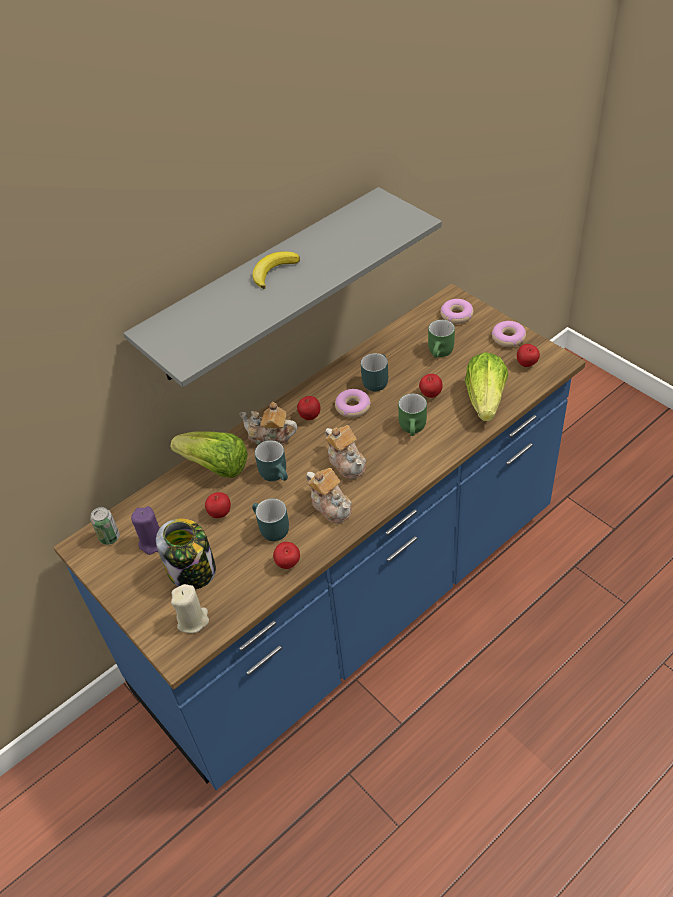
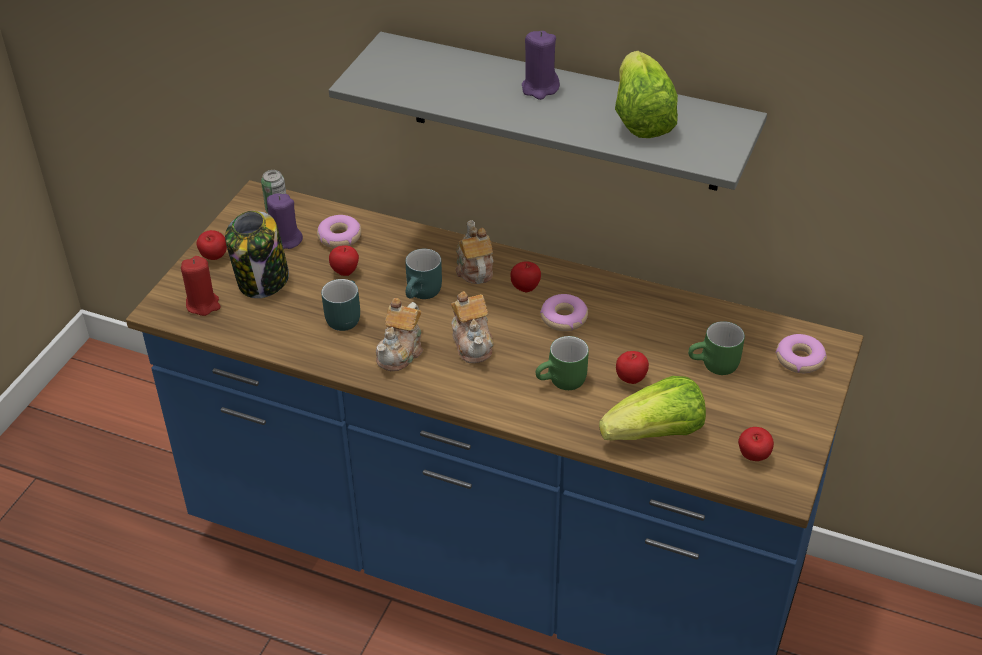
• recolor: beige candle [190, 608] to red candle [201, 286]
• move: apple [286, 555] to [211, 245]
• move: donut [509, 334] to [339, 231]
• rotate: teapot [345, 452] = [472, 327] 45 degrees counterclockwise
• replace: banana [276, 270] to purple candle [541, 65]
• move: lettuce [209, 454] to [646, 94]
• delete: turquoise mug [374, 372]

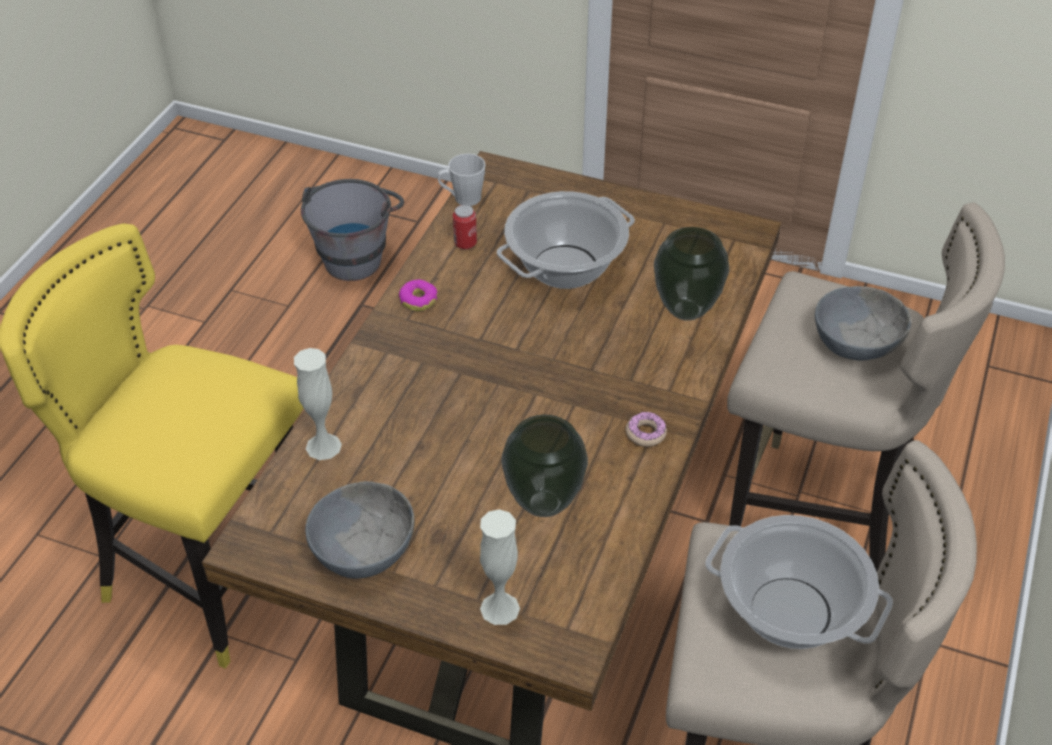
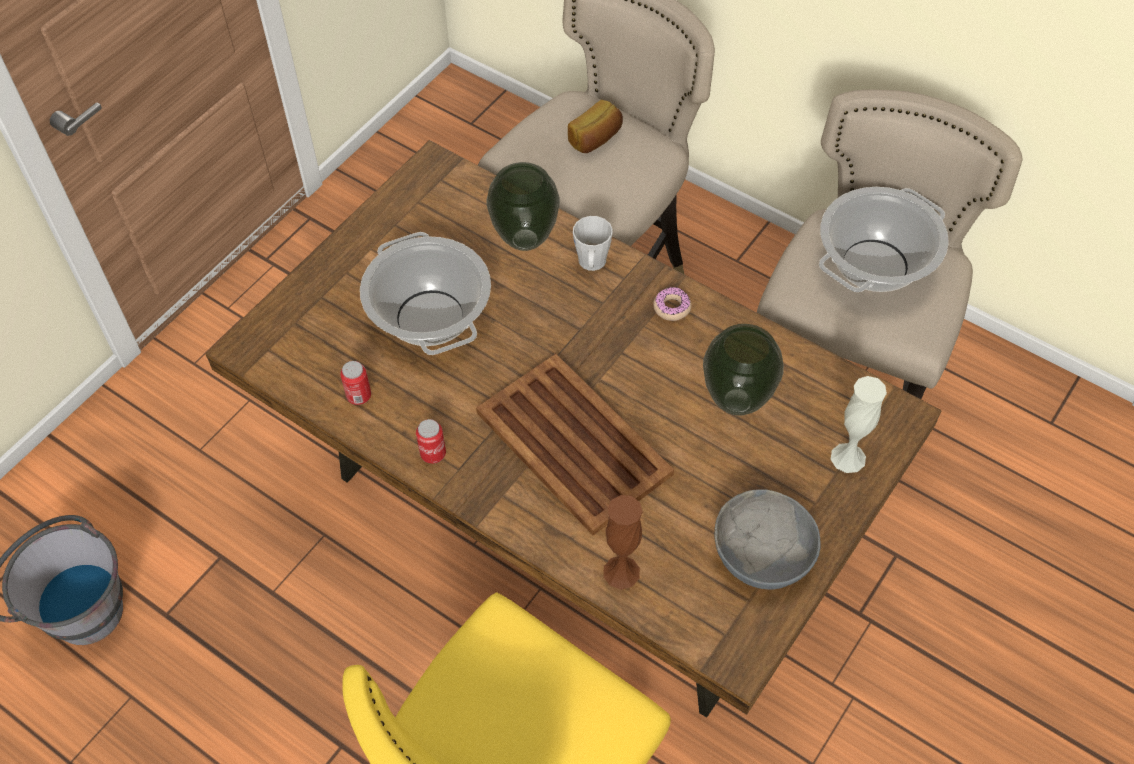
• replace: donut [418, 295] to can [431, 441]
• insert: brown tray [575, 444]
• replace: grey bowl [863, 323] to bread [595, 126]
• move: grey mug [462, 180] to [593, 243]
• recolor: white vase [318, 404] to brown vase [622, 542]

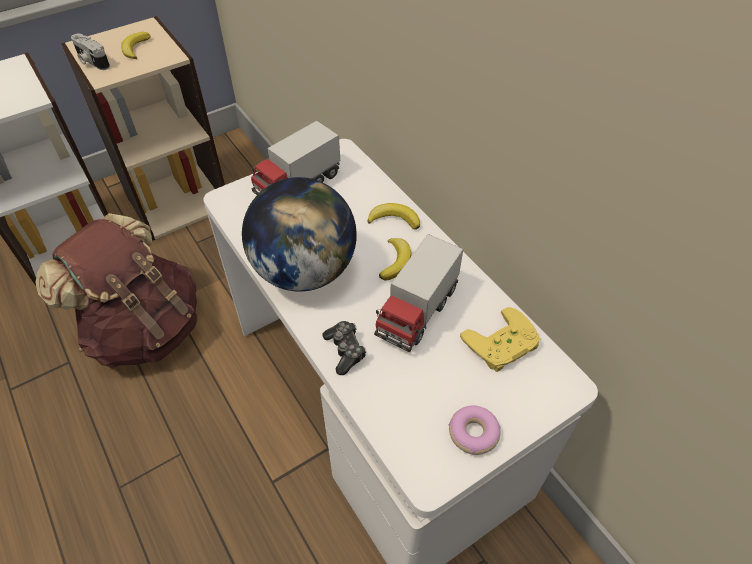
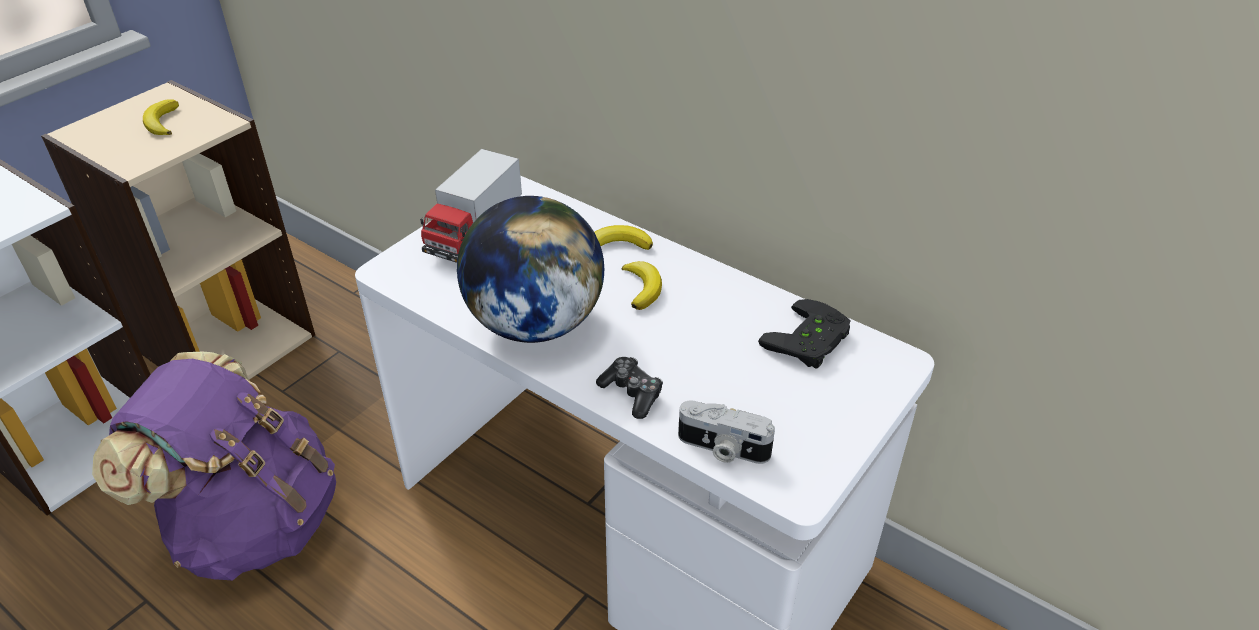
• recolor: brown backpack [116, 291] to purple backpack [214, 466]
• move: photo camera [90, 52] to [726, 432]
• recolor: yellow game controller [500, 339] to black game controller [804, 334]
• delete: toy truck [418, 293]
• delete: donut [474, 430]

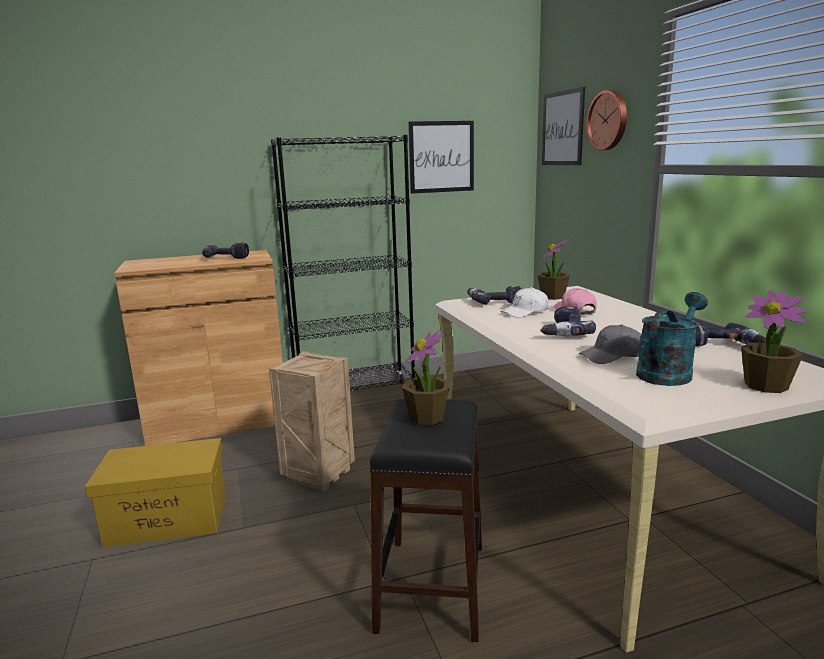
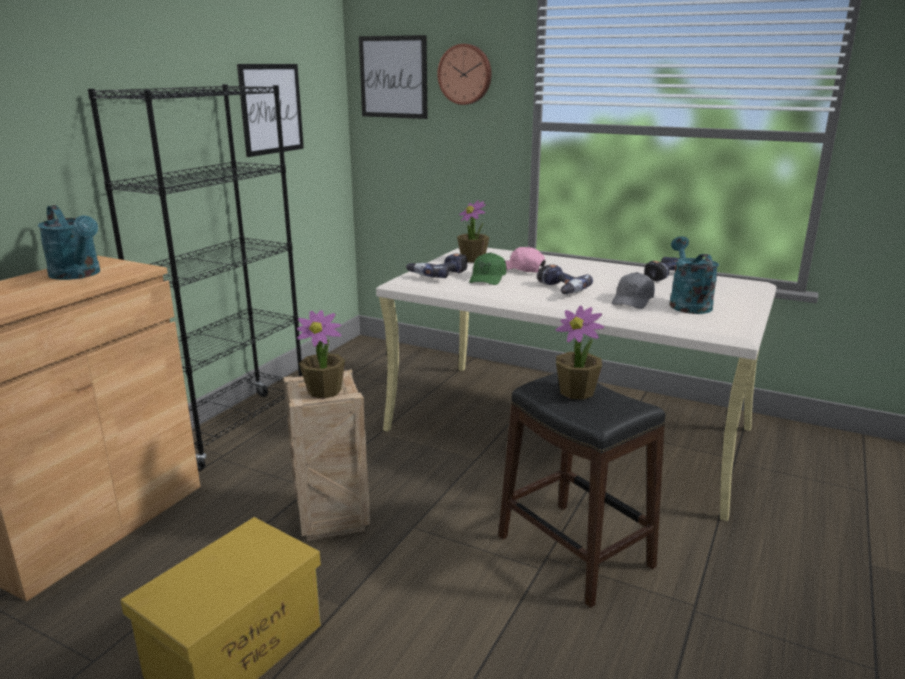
• replace: power drill [225, 250] to turquoise watering can [69, 242]
• move: potted plant [774, 341] to [321, 354]
• recolor: white cap [525, 302] to green cap [487, 268]

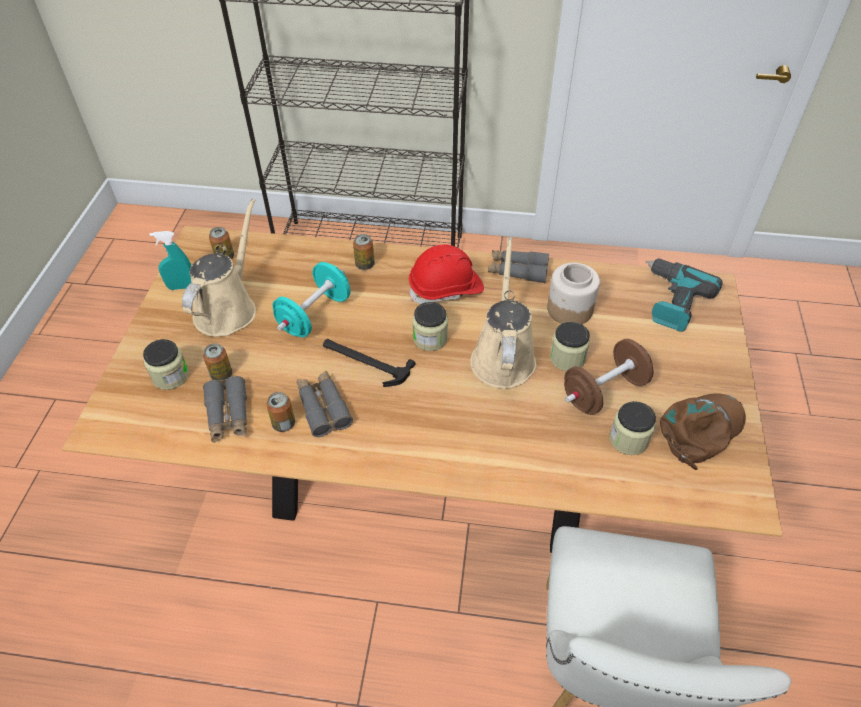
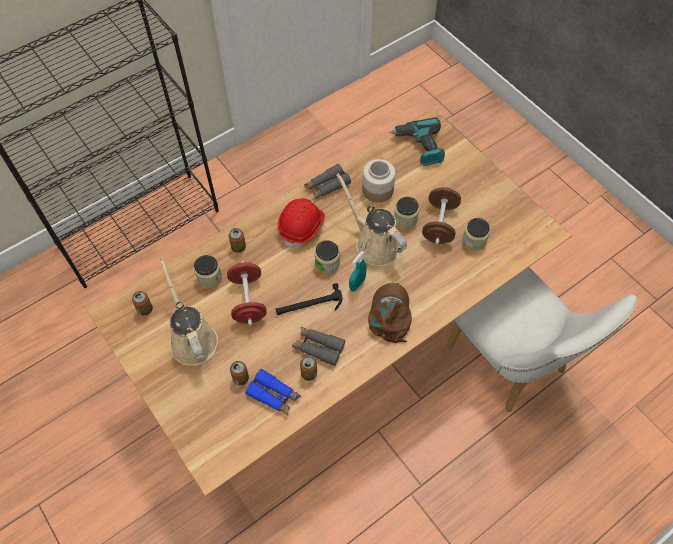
• move: jar [166, 364] to [208, 271]
• recolor: turquoise dumbbell [311, 299] to red dumbbell [247, 293]
• recolor: grey binoculars [225, 409] to blue binoculars [273, 392]
• move: turquoise spray bottle [170, 260] to [358, 271]
• move: brown cap [703, 432] to [390, 313]

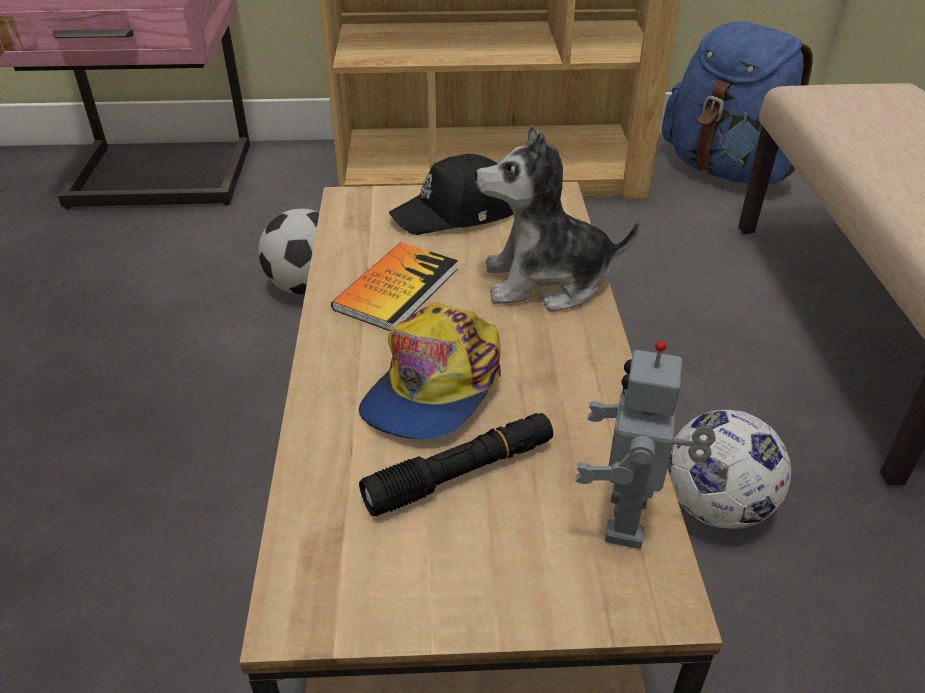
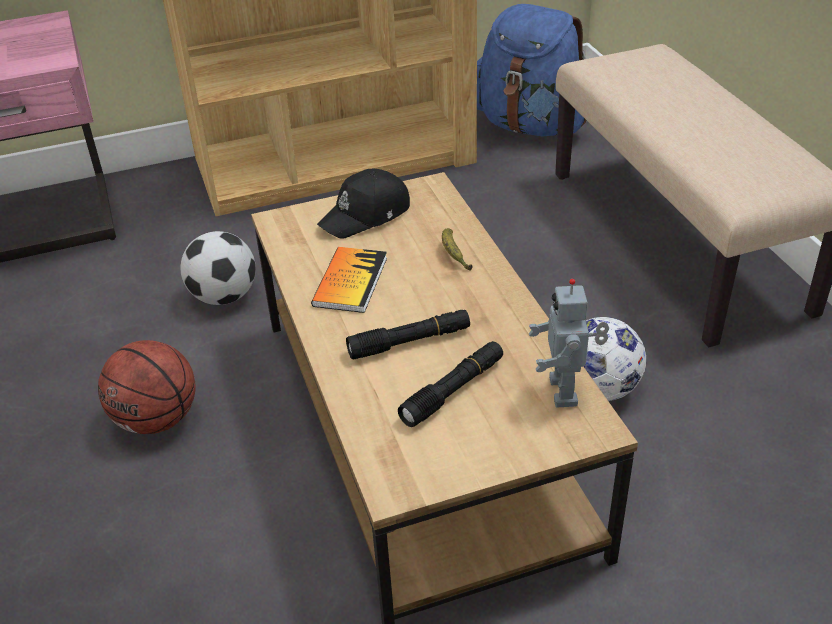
• insert: basketball [147, 387]
• replace: cap [430, 370] to black flashlight [408, 334]
• replace: plush toy [557, 218] to banana [457, 249]

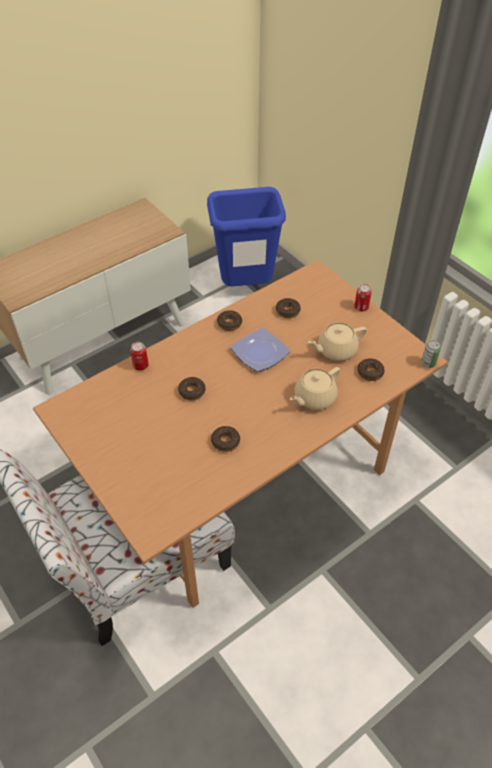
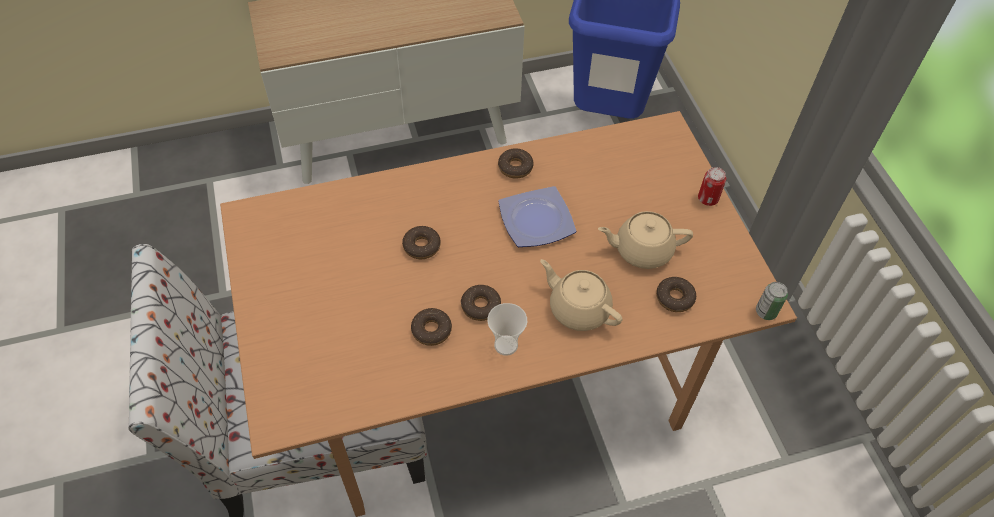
• move: donut [288, 308] to [481, 303]
• insert: cup [507, 329]
• rotate: beige teapot [315, 388] = [581, 295] 60 degrees clockwise
• delete: can [139, 356]

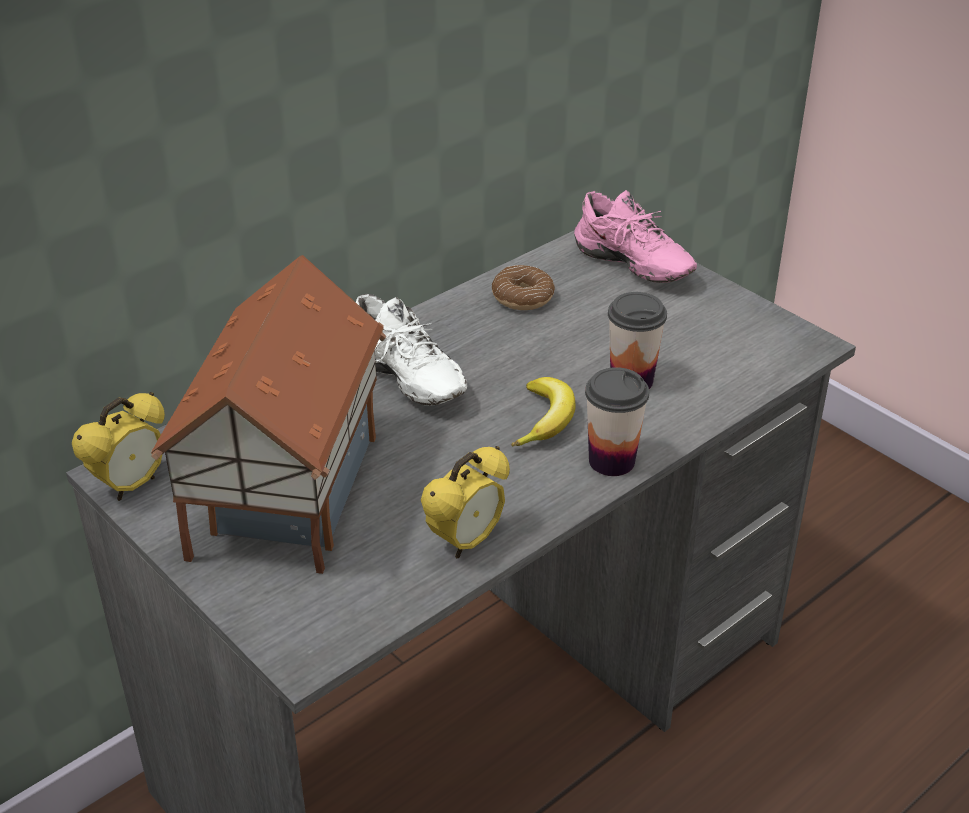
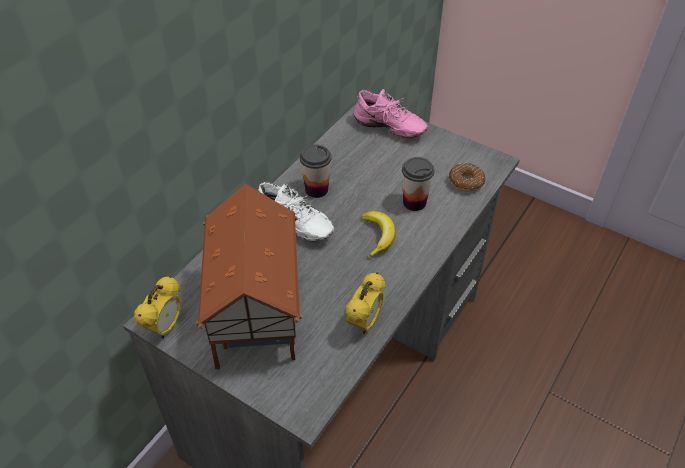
• move: cup [617, 421] to [316, 171]
• move: donut [523, 287] to [467, 177]

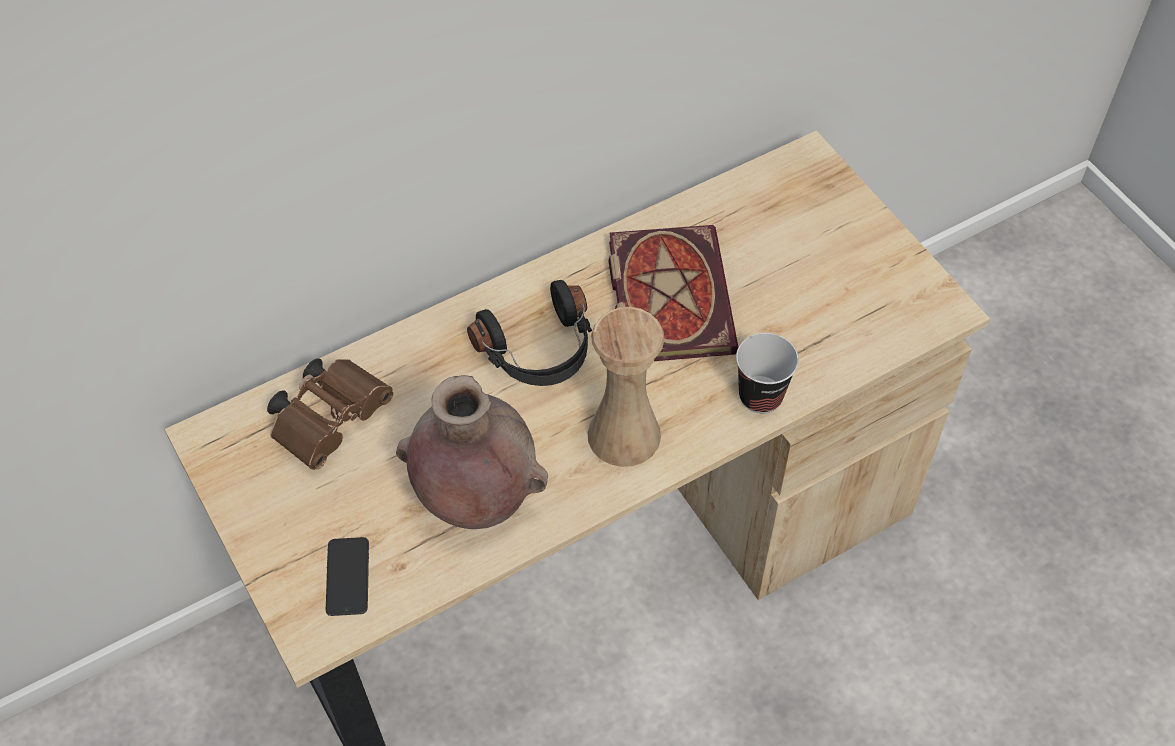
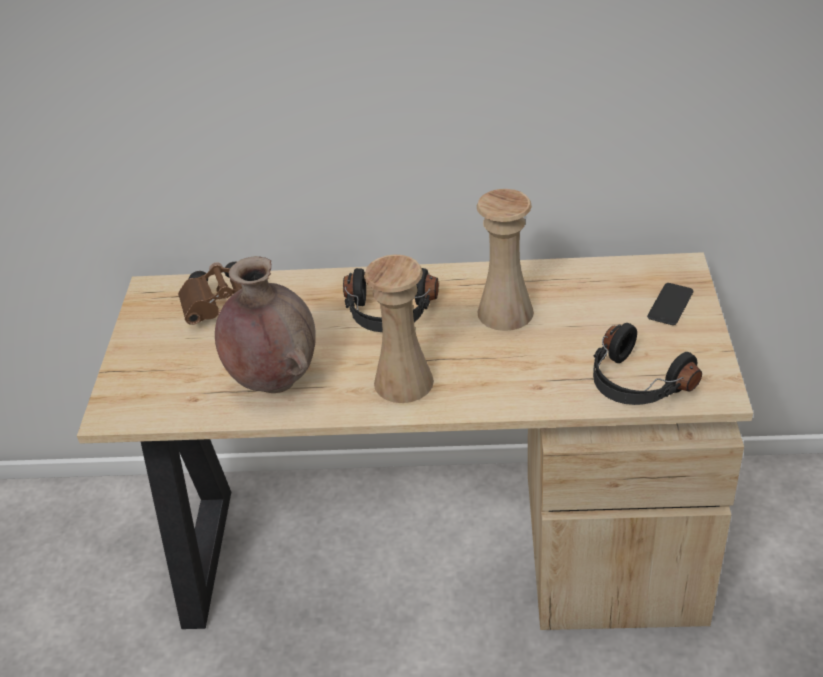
• replace: book [673, 293] to beige vase [505, 260]
• insert: black headphones [647, 364]
• move: phone [347, 576] to [670, 304]
• delete: cup [767, 373]

